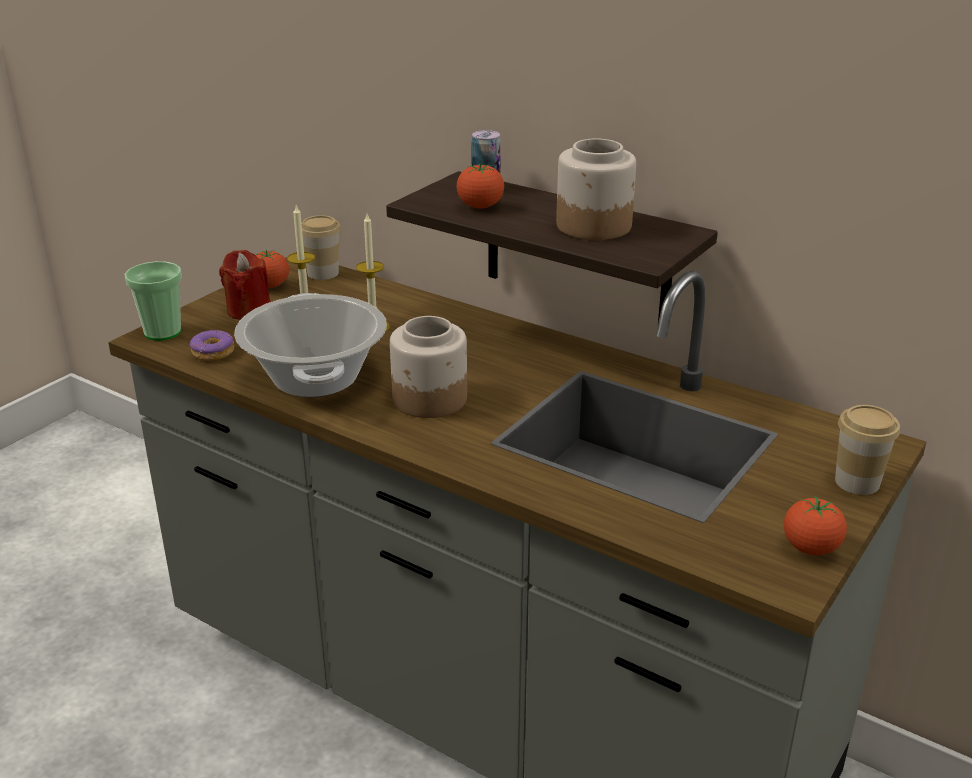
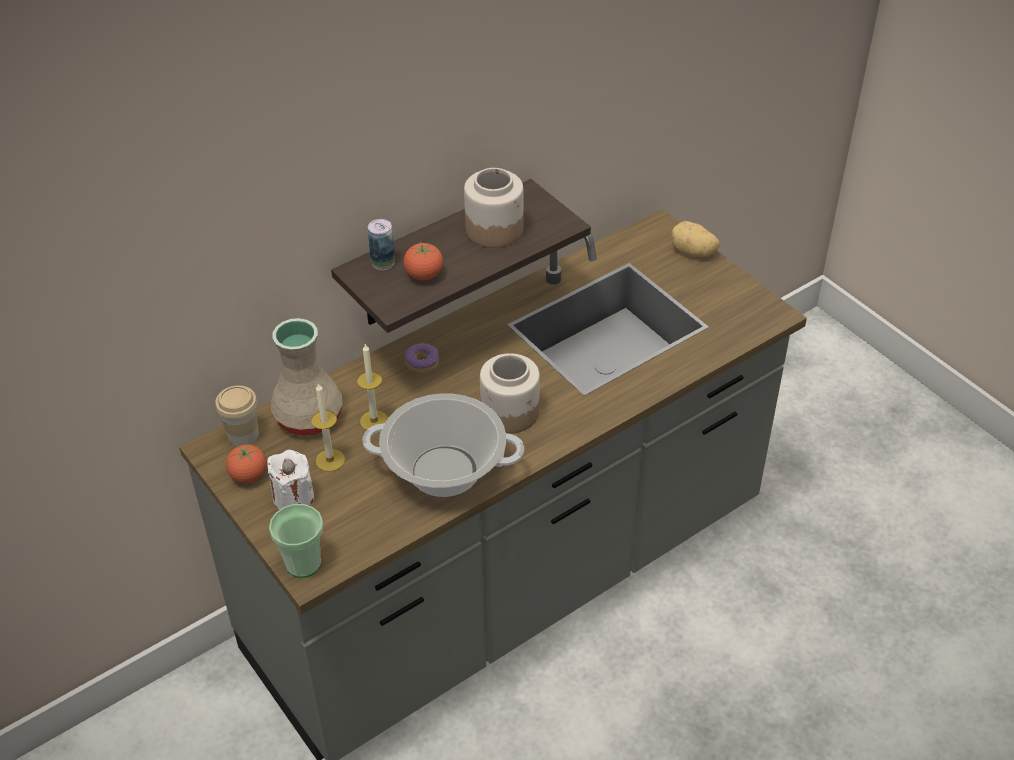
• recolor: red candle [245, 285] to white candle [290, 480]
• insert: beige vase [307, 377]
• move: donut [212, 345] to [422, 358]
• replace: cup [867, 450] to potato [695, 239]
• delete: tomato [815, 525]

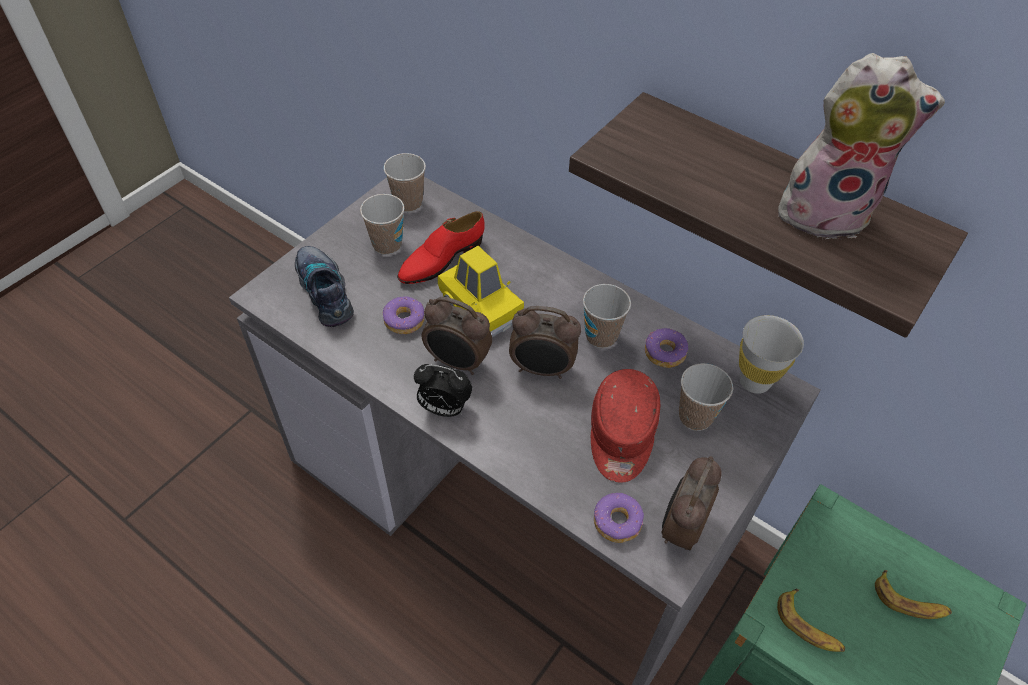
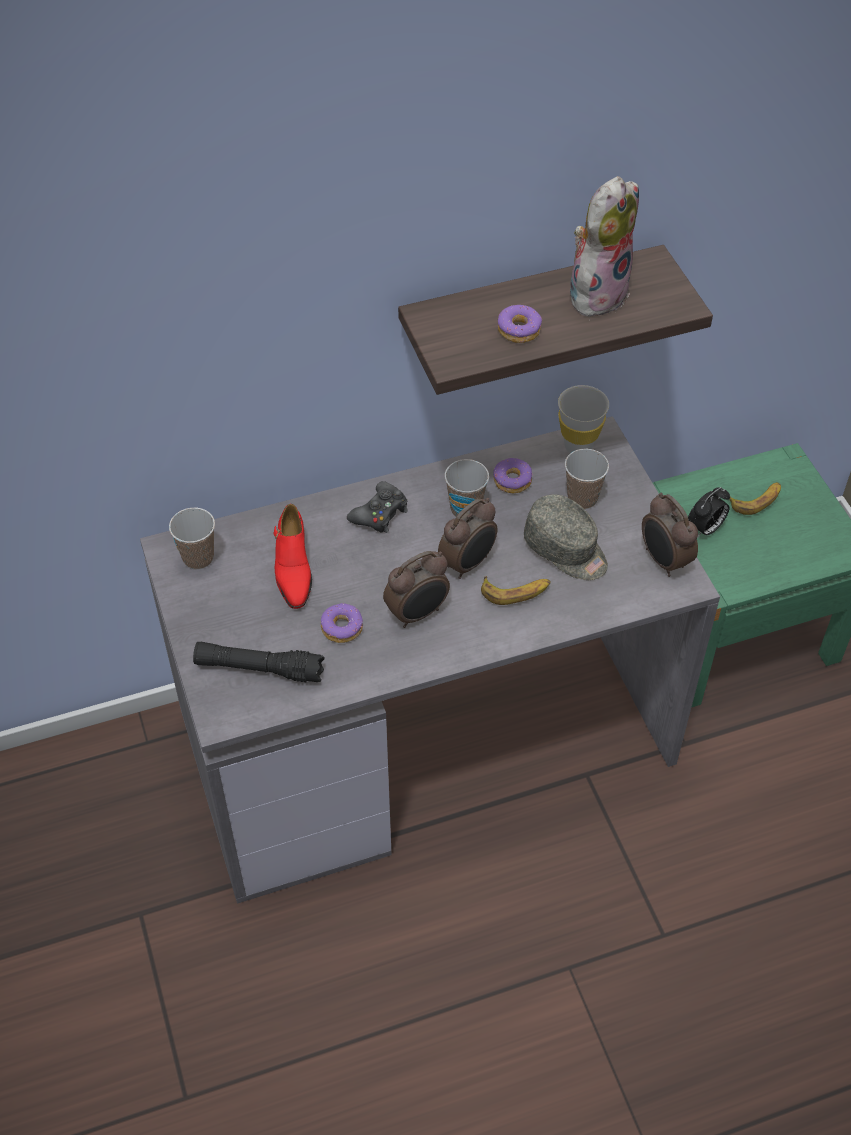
• replace: shoe [324, 286] to black flashlight [259, 662]
• insert: black game controller [377, 507]
• move: banana [811, 620] to [516, 590]
• move: donut [619, 518] to [520, 324]
• recolor: red cap [625, 426] to grey cap [566, 537]
• move: alarm clock [443, 390] to [709, 512]
• delete: cup [382, 224]
• delete: yellow toy car [481, 291]

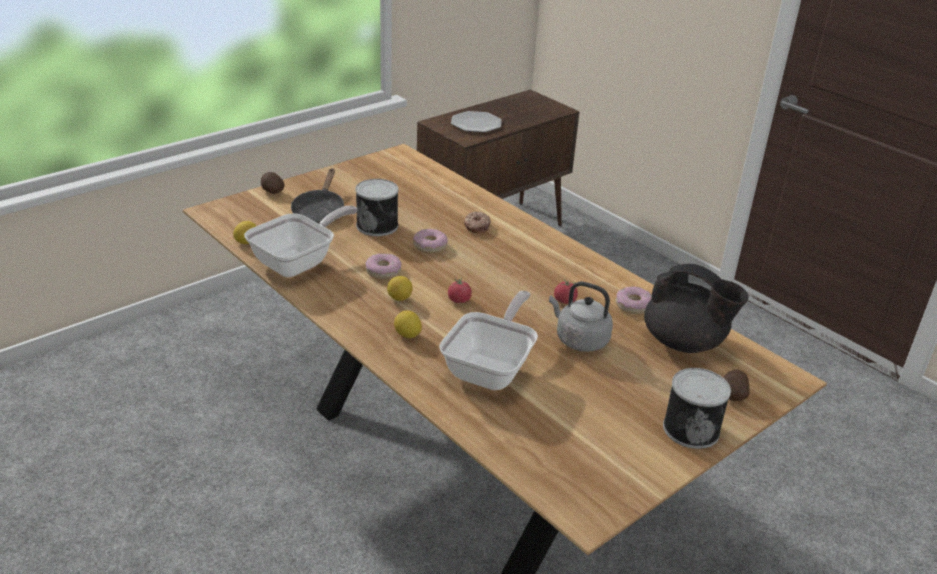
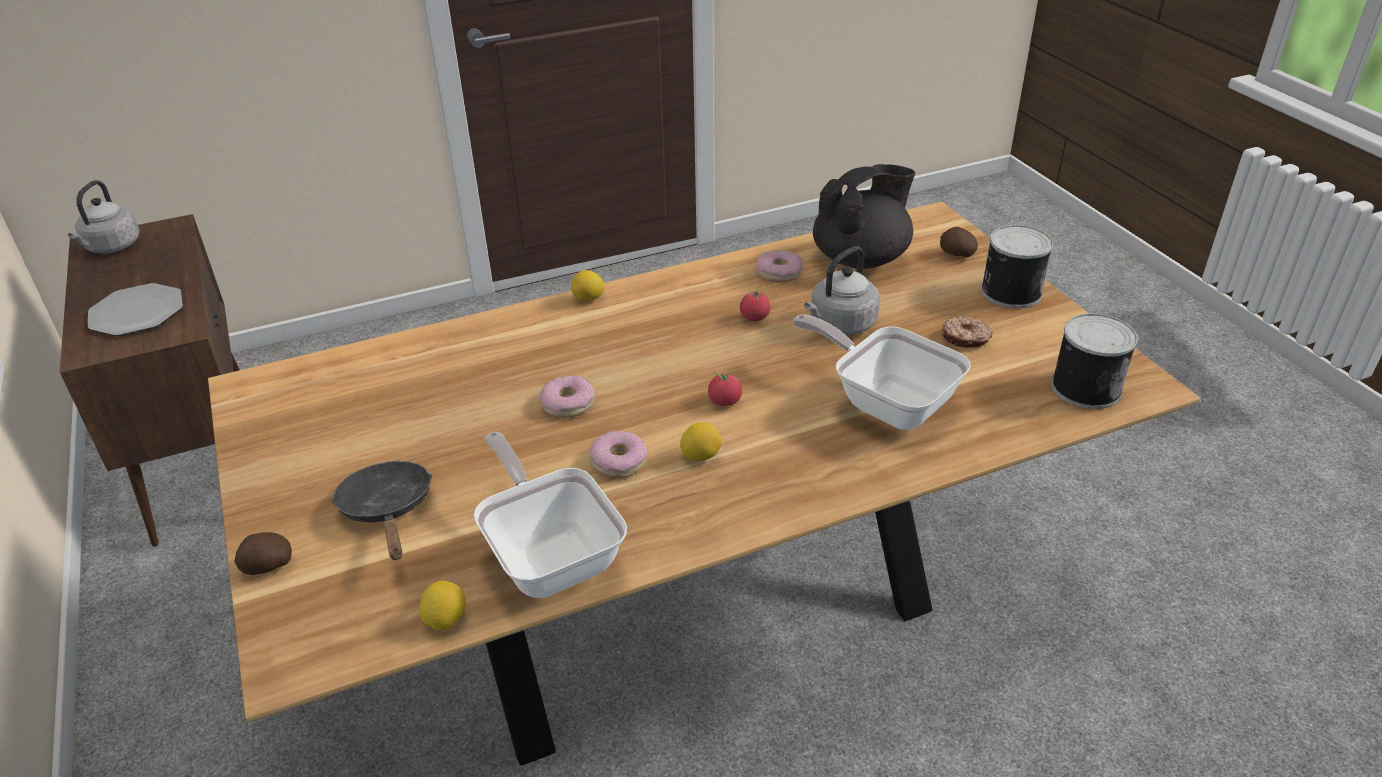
• insert: grey kettle [104, 216]
• rotate: black frying pan [317, 196] = [381, 510] 135 degrees counterclockwise
• move: lemon [408, 324] to [587, 285]
• move: donut [477, 222] to [967, 331]
• move: can [377, 207] to [1094, 361]

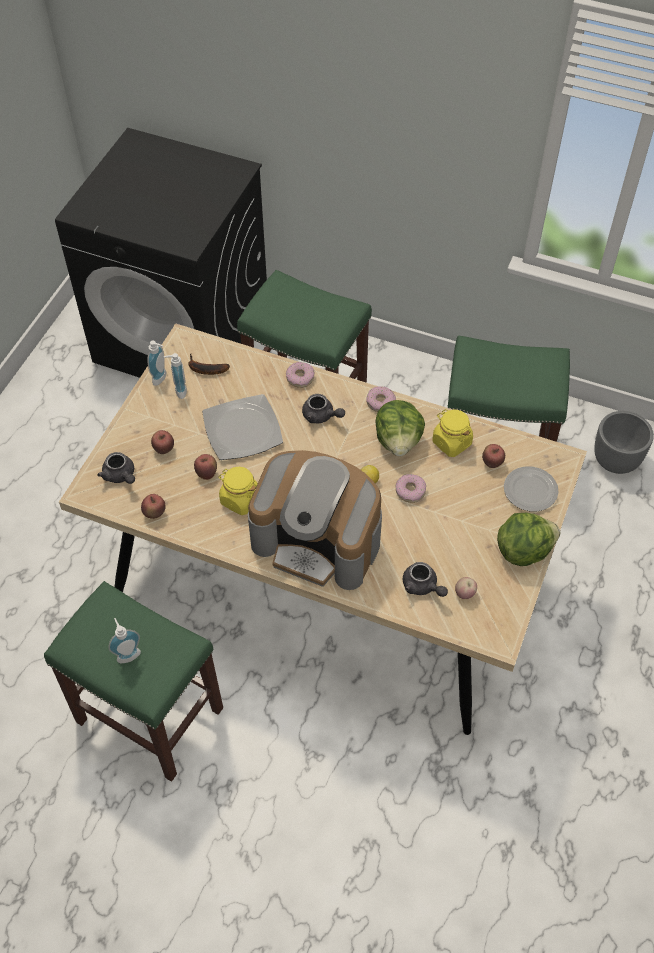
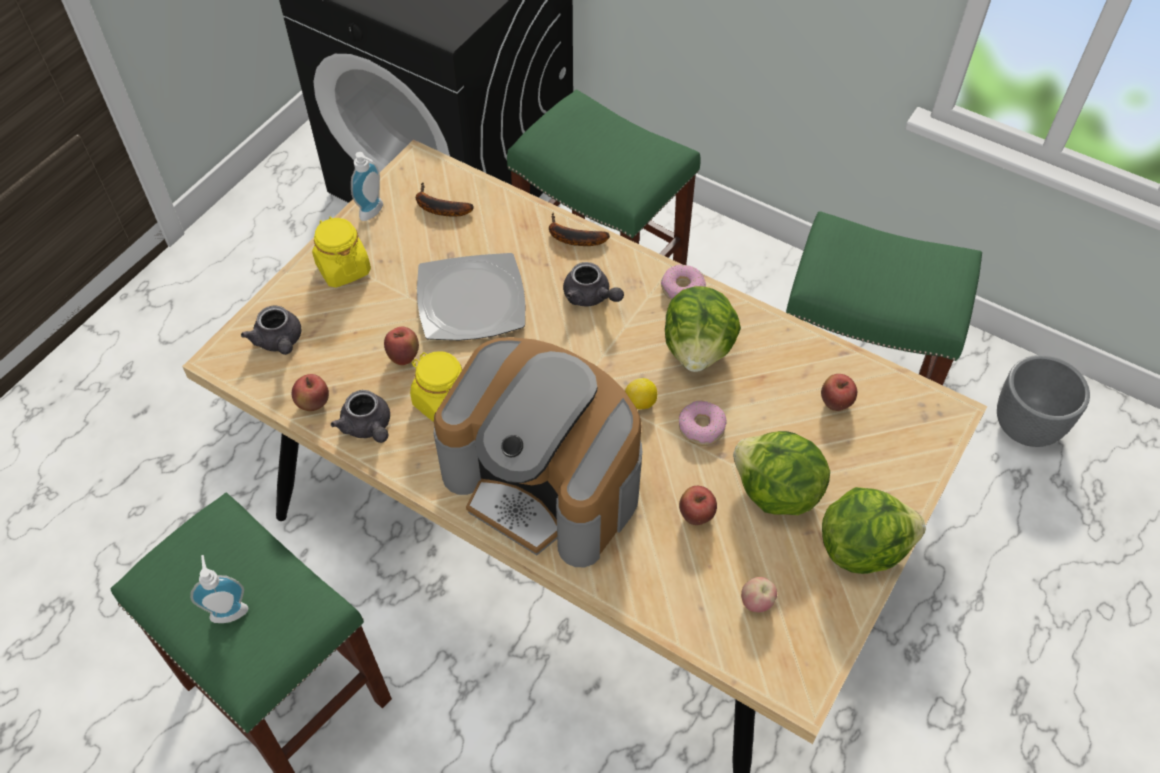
• move: yellow jar [452, 433] to [341, 252]
• move: grey teapot [425, 579] to [360, 416]
• replace: donut [300, 375] to banana [579, 229]
• move: apple [162, 442] to [698, 505]
• insert: lettuce [781, 473]
• delete: soap dispenser [175, 376]
• delete: plate [531, 489]

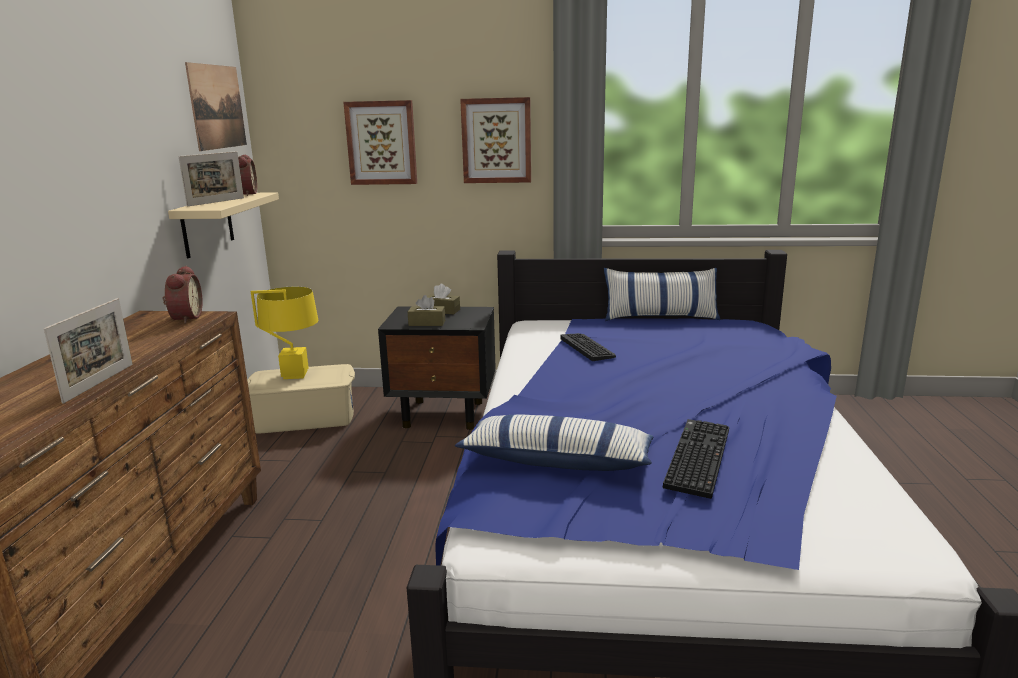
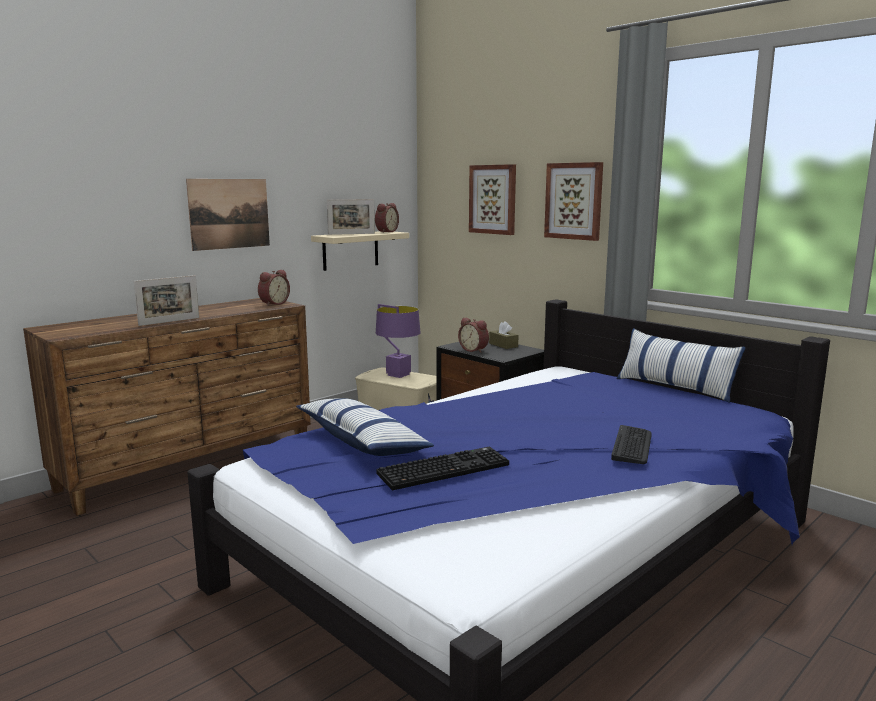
• move: picture [216, 106] to [228, 215]
• recolor: yellow table lamp [284, 333] to purple table lamp [398, 341]
• replace: brown tissue box [426, 310] to alarm clock [473, 335]
• move: keyboard [588, 347] to [631, 444]

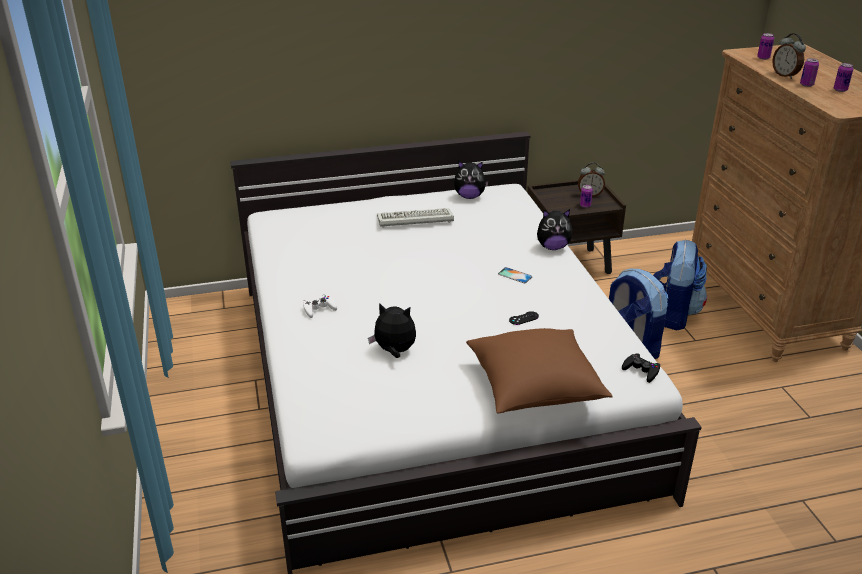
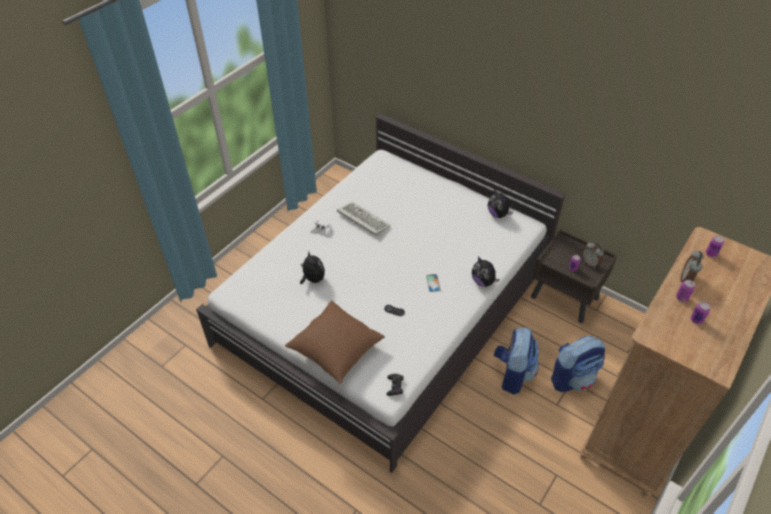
• move: keyboard [415, 218] to [364, 219]

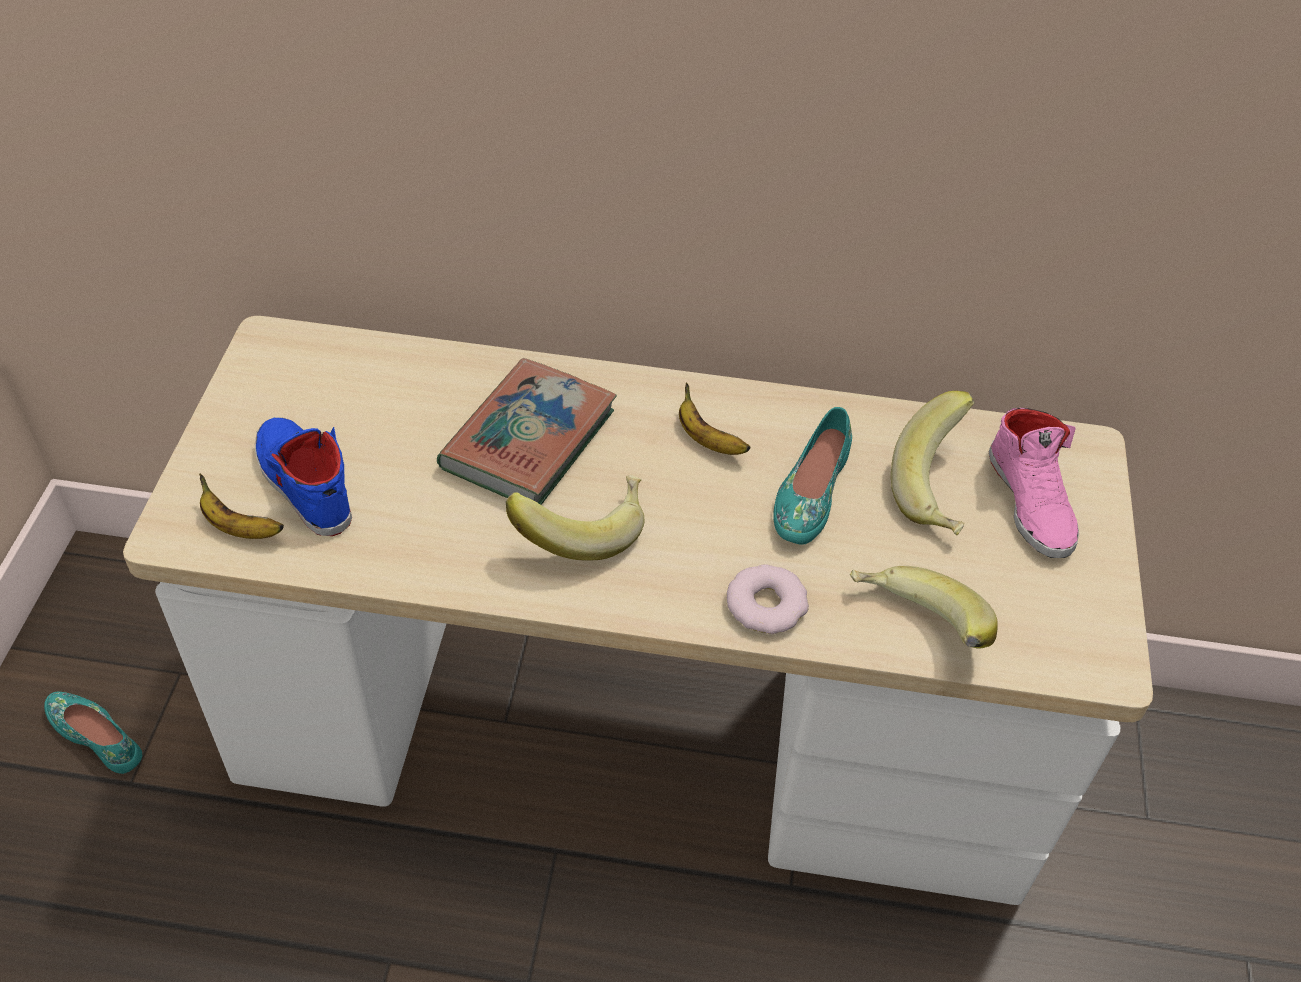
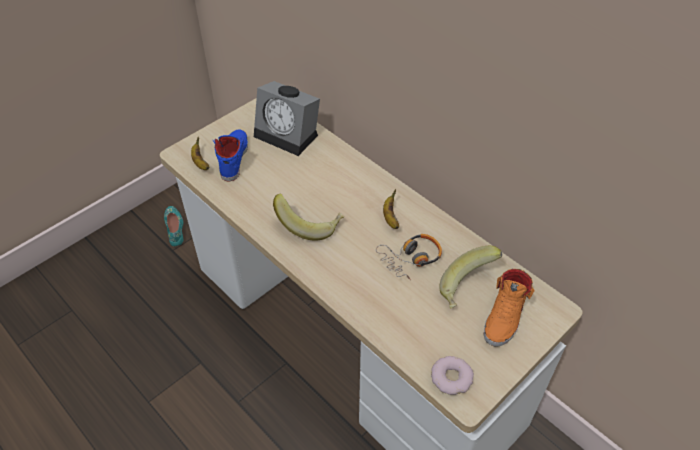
• insert: alarm clock [287, 118]
• replace: turquoise shoe [812, 475] to headphones [409, 257]
• move: donut [768, 599] to [452, 375]
• recolor: pink shoe [1034, 483] to orange shoe [509, 308]
• delete: book [527, 431]
• delete: banana [924, 607]

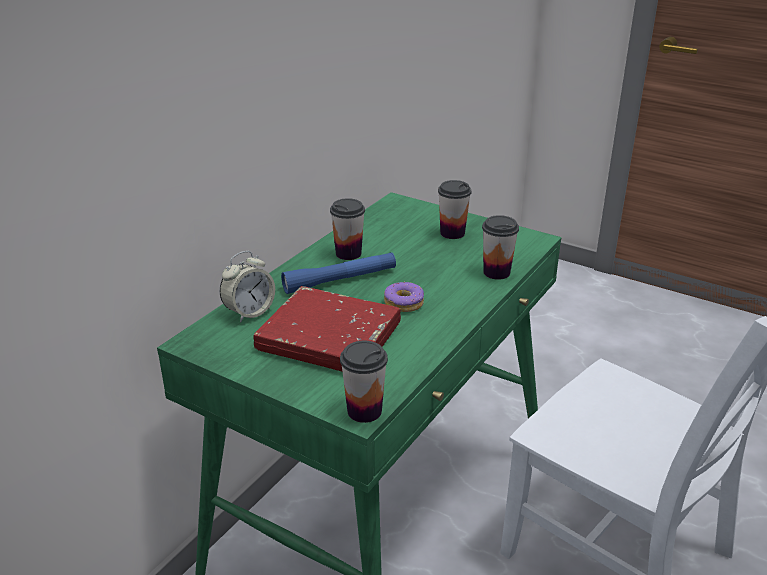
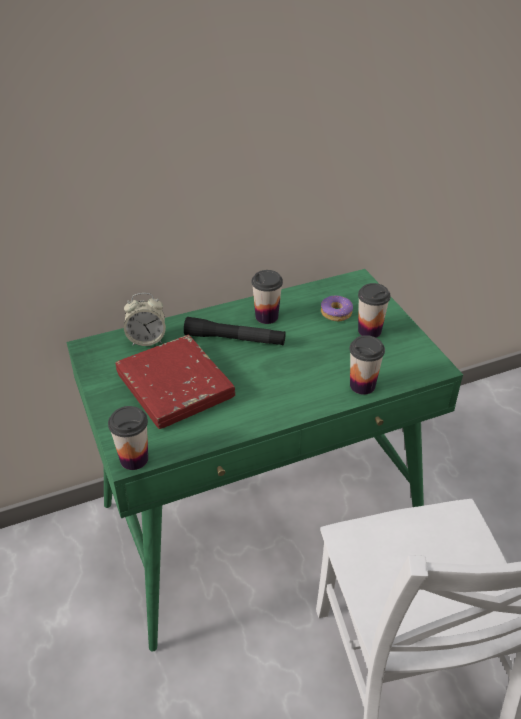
• recolor: blue flashlight [338, 273] to black flashlight [235, 331]
• move: donut [404, 297] to [337, 308]

